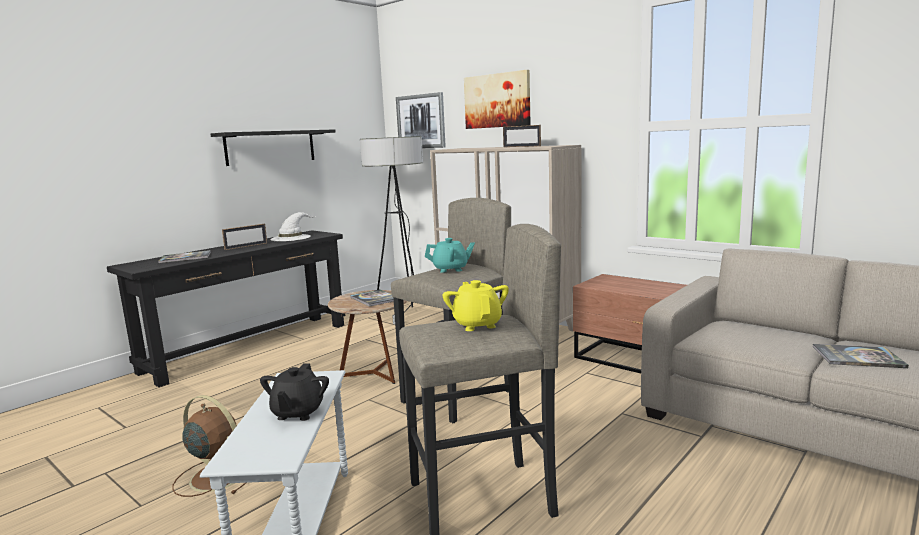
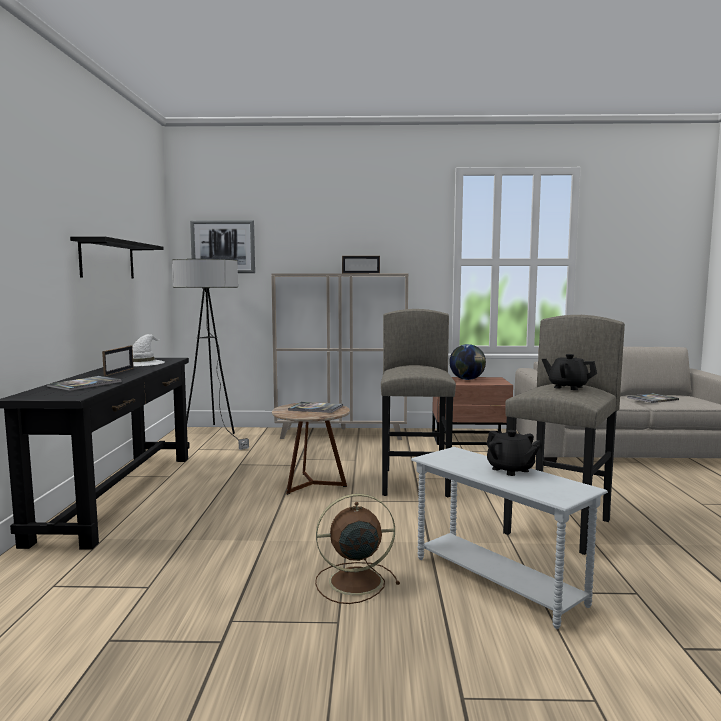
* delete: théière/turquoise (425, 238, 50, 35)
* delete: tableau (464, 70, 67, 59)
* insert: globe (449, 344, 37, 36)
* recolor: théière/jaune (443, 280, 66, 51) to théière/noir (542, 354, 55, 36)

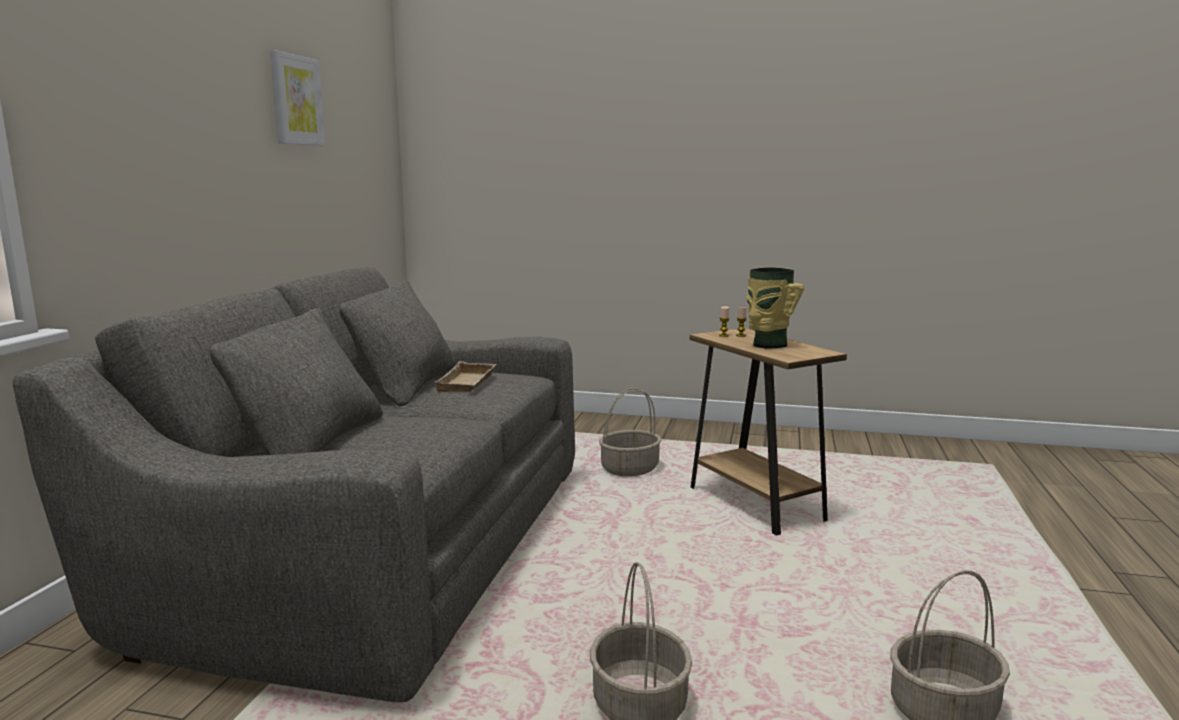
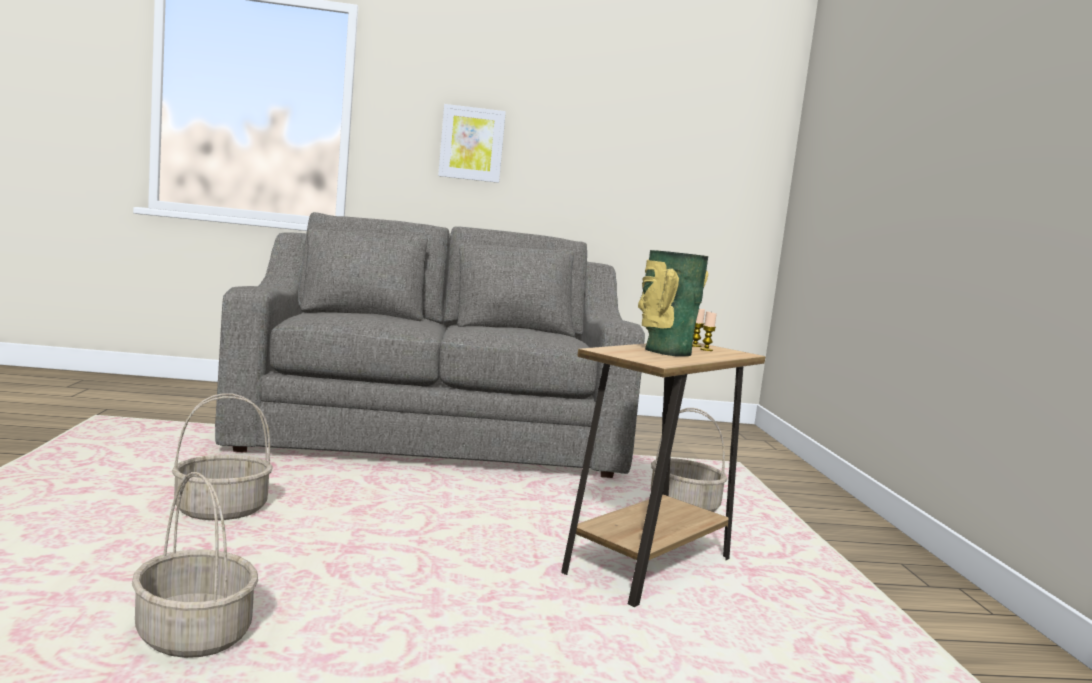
* delete: plateau/beige (435, 361, 61, 31)
* move: tableau (270, 50, 55, 95) to (438, 104, 68, 79)

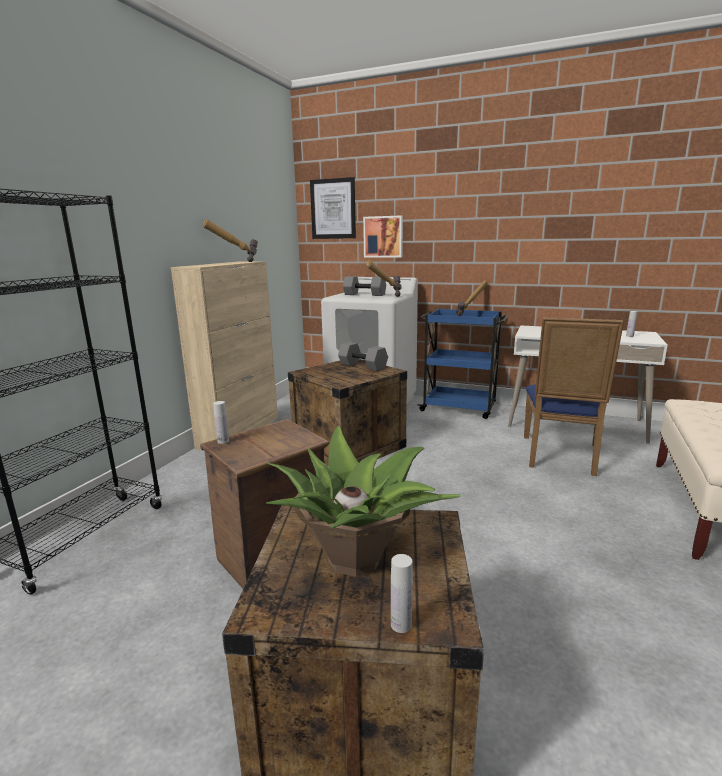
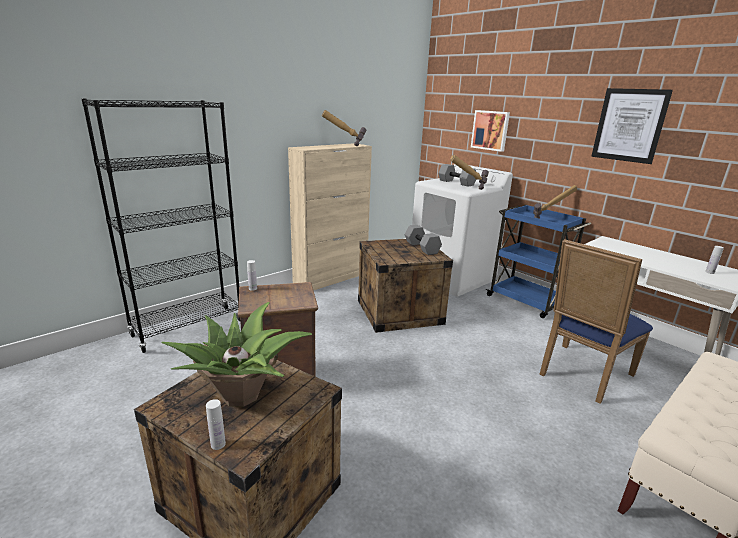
* move: tableau (310, 177, 46, 62) to (591, 88, 82, 76)

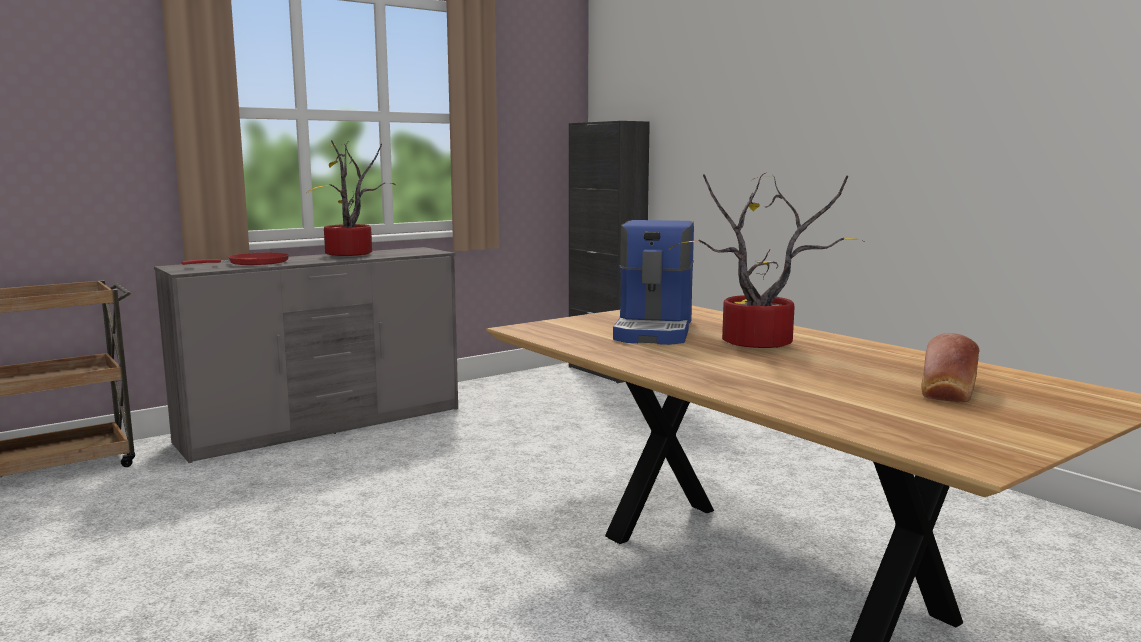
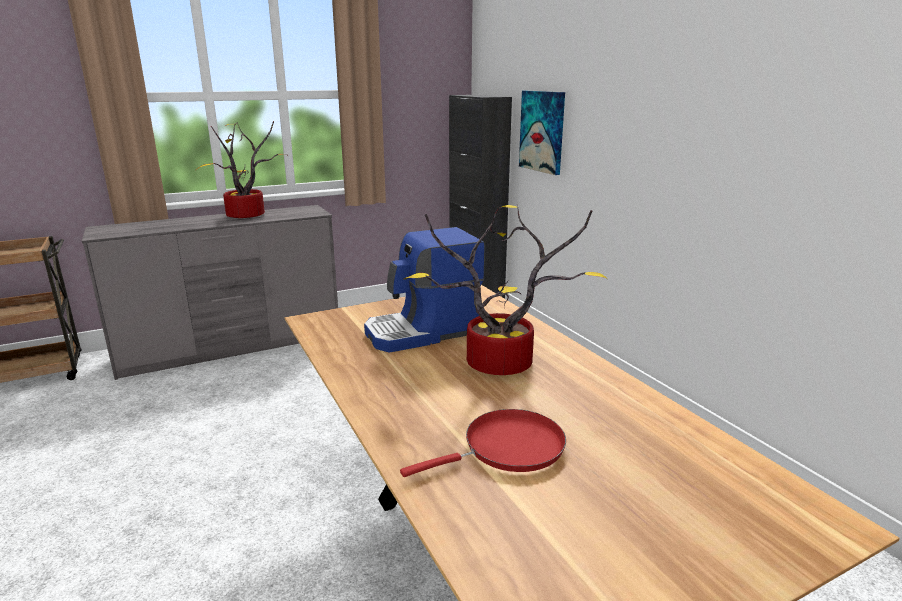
* delete: pain (922, 333, 58, 70)
* insert: tableau (519, 91, 46, 84)
* move: poêle/rouge (181, 252, 108, 13) to (400, 409, 166, 68)
* rotate: machine à café (613, 220, 81, 125) = (364, 227, 121, 126) 45 degrees clockwise

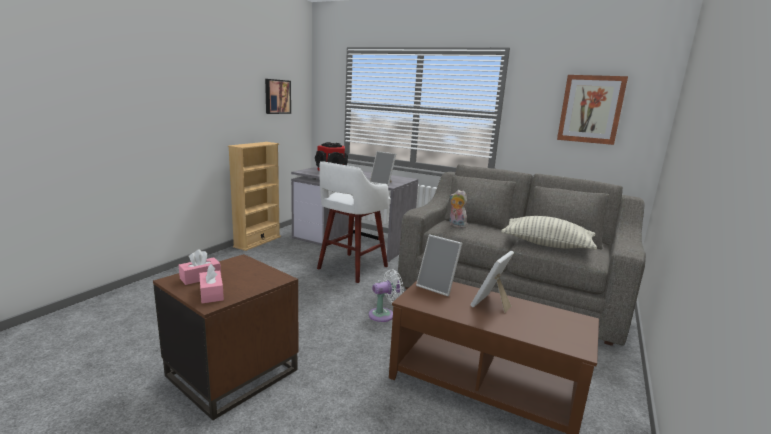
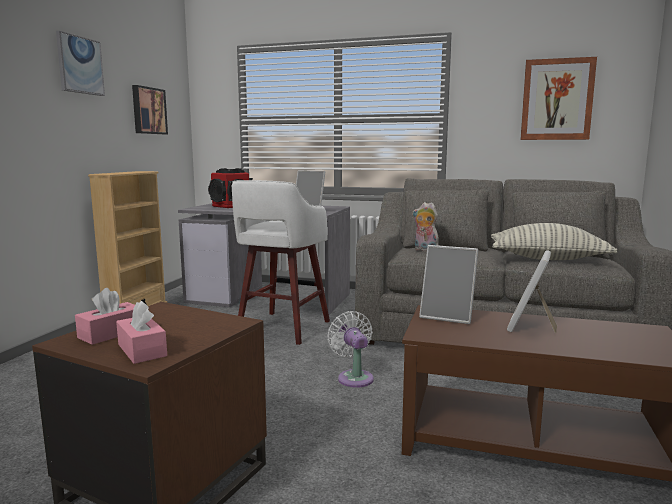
* insert: tableau (56, 31, 49, 65)
* rotate: ventilateur/blanc (369, 269, 35, 53) = (327, 311, 47, 77) 75 degrees counterclockwise

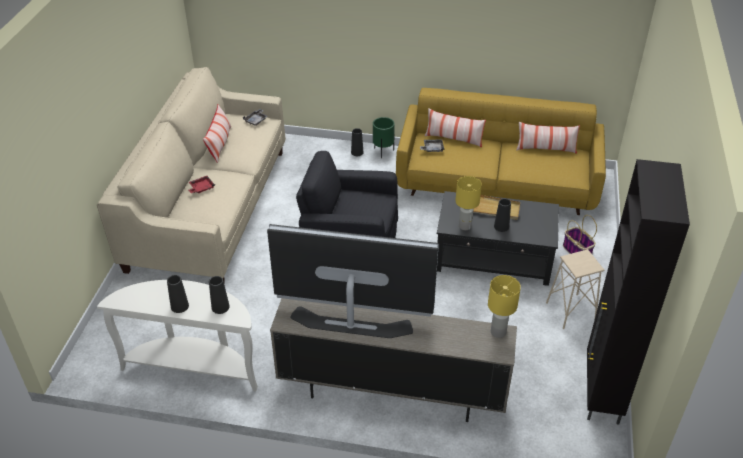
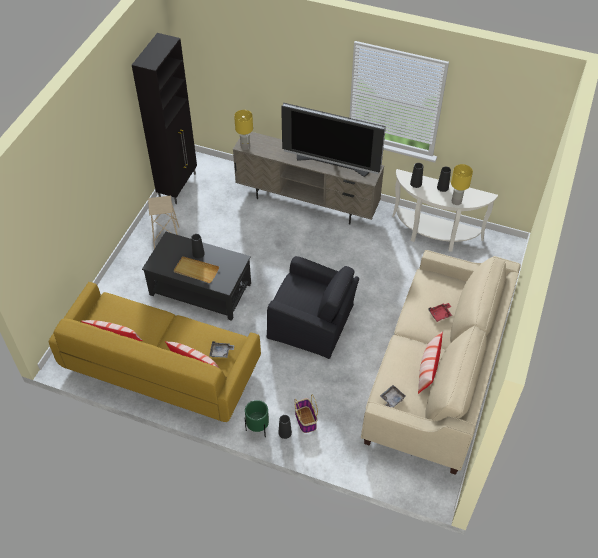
* move: lampe de table/jaune (456, 176, 26, 54) to (451, 164, 22, 41)
* move: panier (563, 215, 34, 39) to (295, 395, 23, 38)

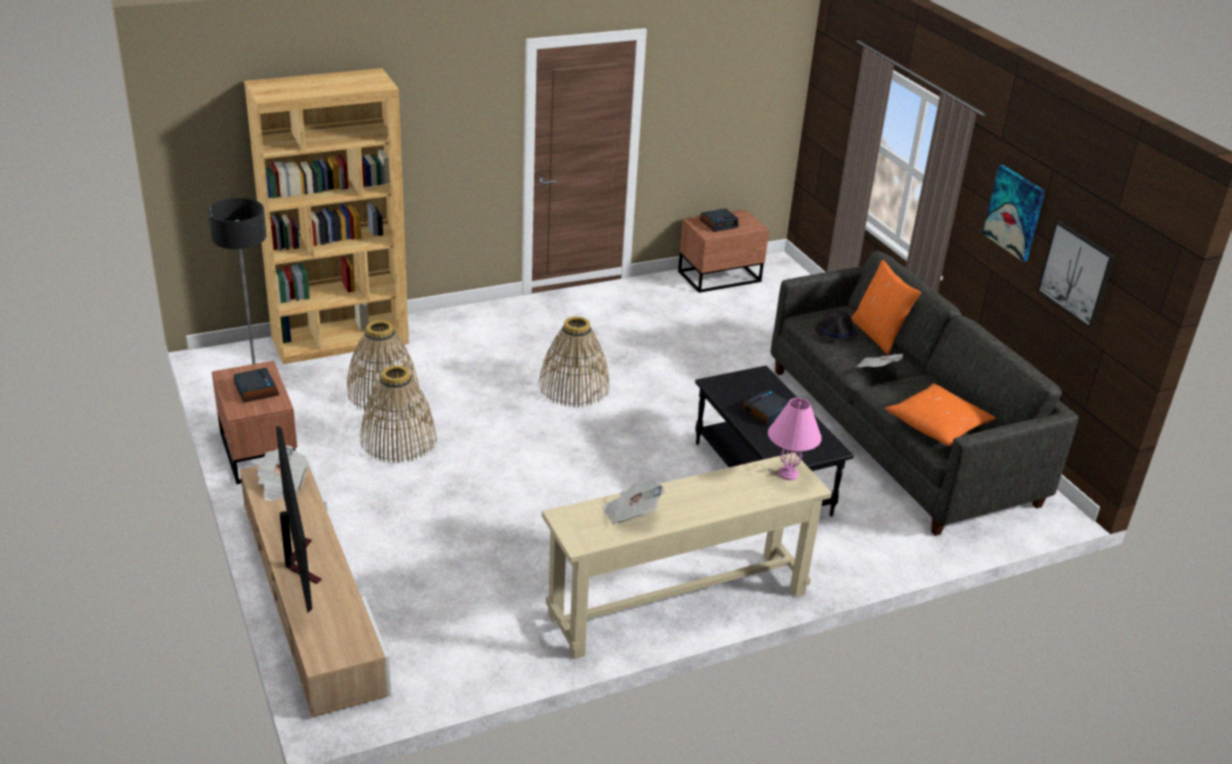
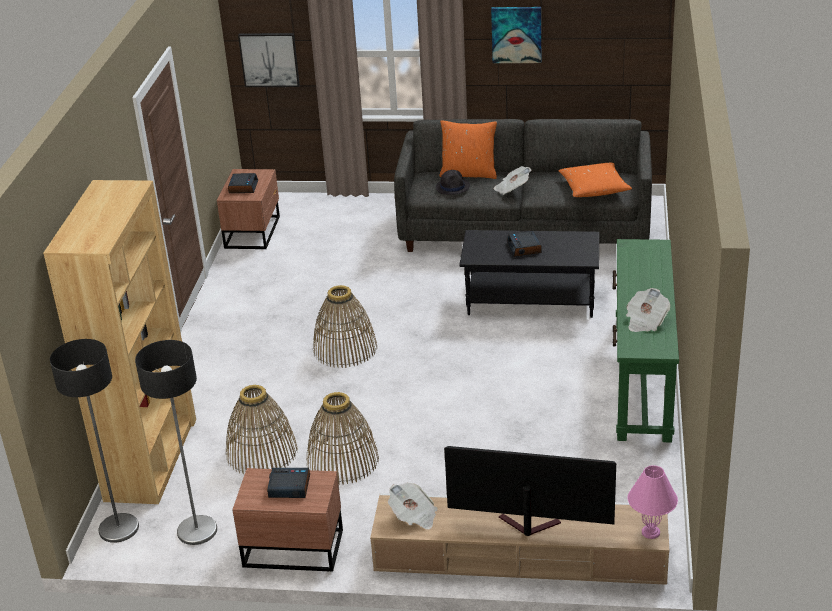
* insert: lampadaire (50, 339, 89, 204)
* move: lampe de table/rose (768, 398, 54, 82) to (628, 465, 50, 74)
* move: tableau (1037, 221, 79, 108) to (238, 33, 62, 54)
* recolor: table console/beige (542, 452, 290, 207) to table console/vert (613, 239, 66, 204)

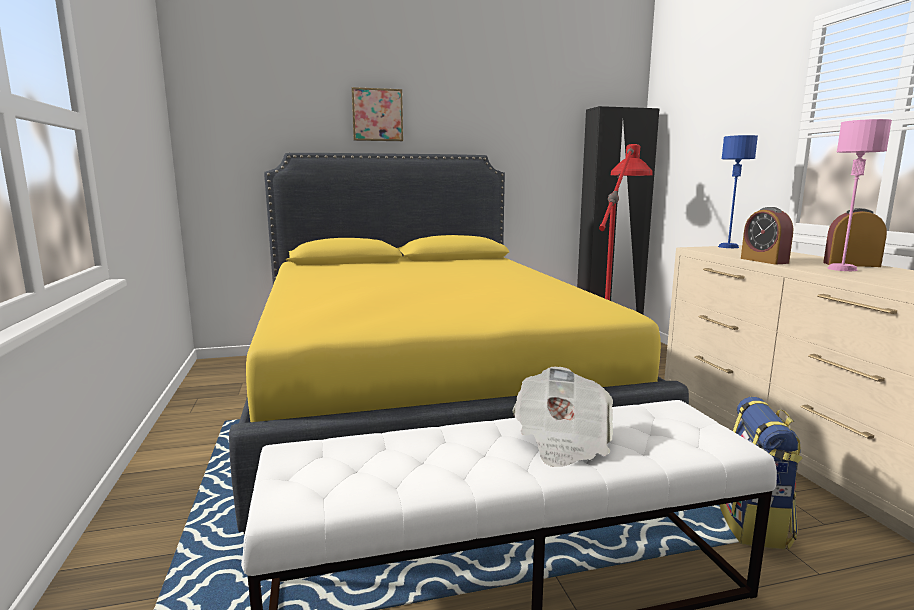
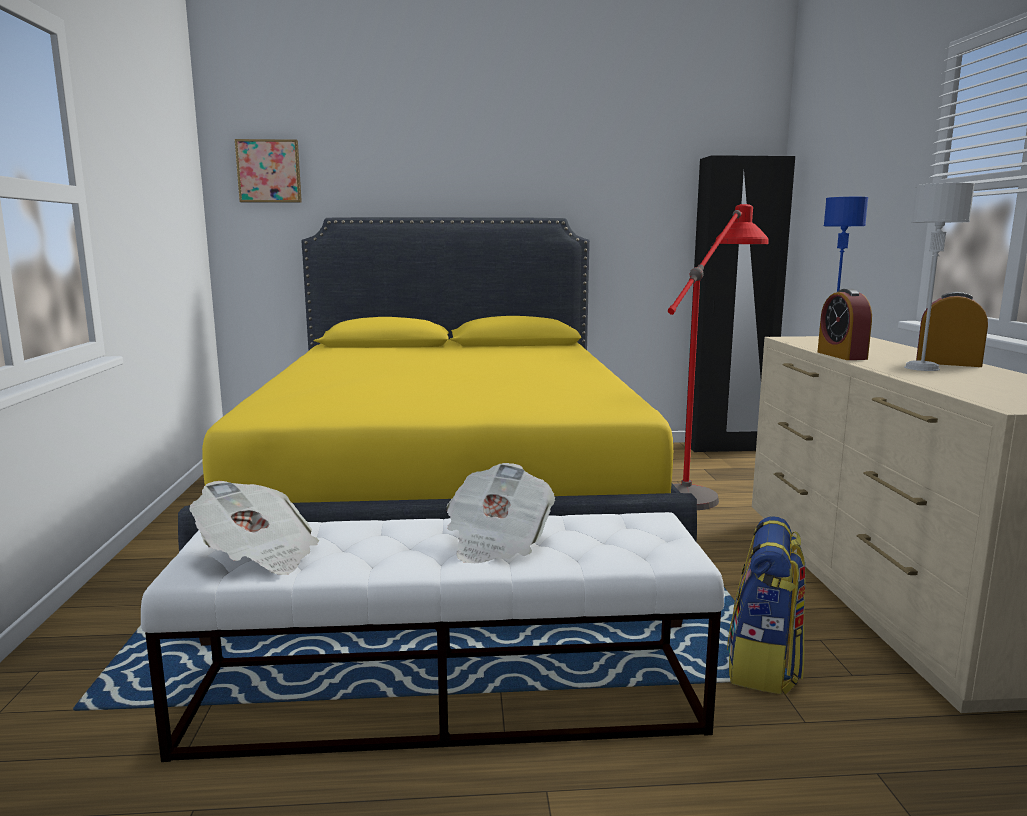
* insert: journal (190, 481, 129, 94)
* move: tableau (351, 87, 52, 54) to (235, 139, 67, 64)
* recolor: lampe de table/rose (827, 119, 65, 152) to lampe de table/gris (904, 183, 71, 188)

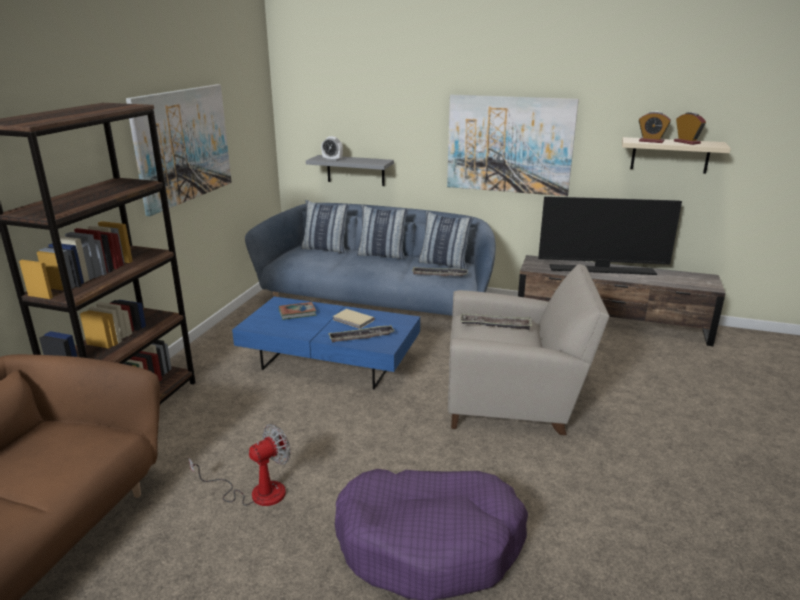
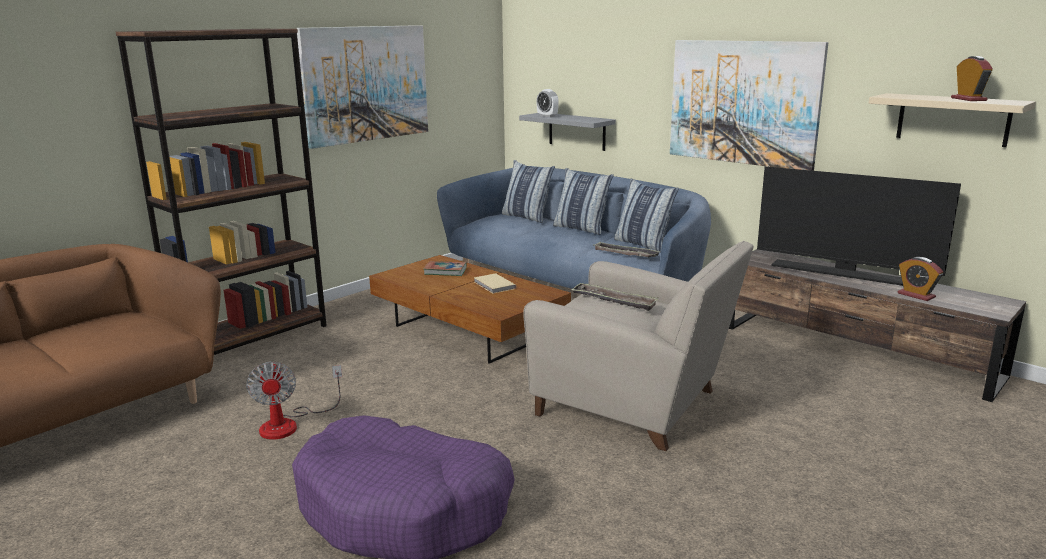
* delete: plateau (328, 325, 67, 17)
* move: réveil (639, 111, 32, 32) to (897, 257, 46, 44)
* recolor: table basse/bleu (232, 296, 188, 93) to table basse/marron (369, 255, 202, 109)
* rotate: ventilateur (189, 424, 102, 82) = (246, 362, 96, 78) 90 degrees clockwise

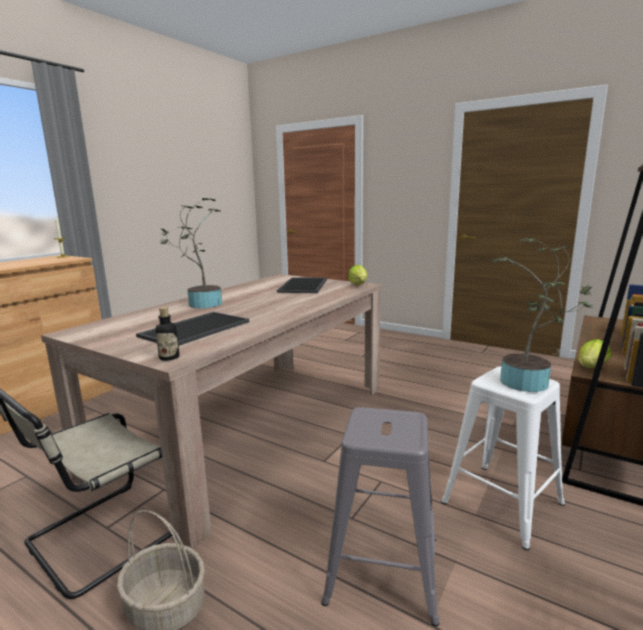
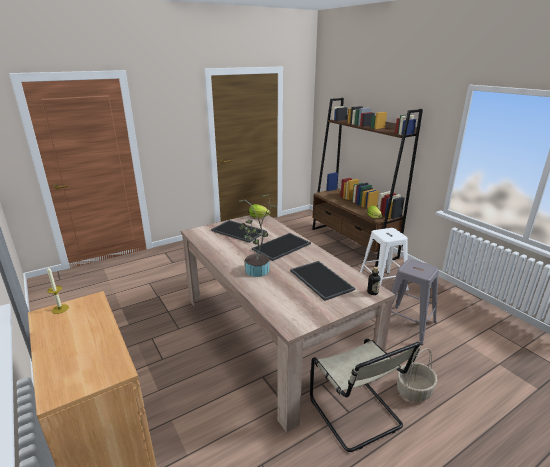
* delete: plante en pot (492, 238, 101, 154)
* insert: plateau (252, 233, 59, 28)

